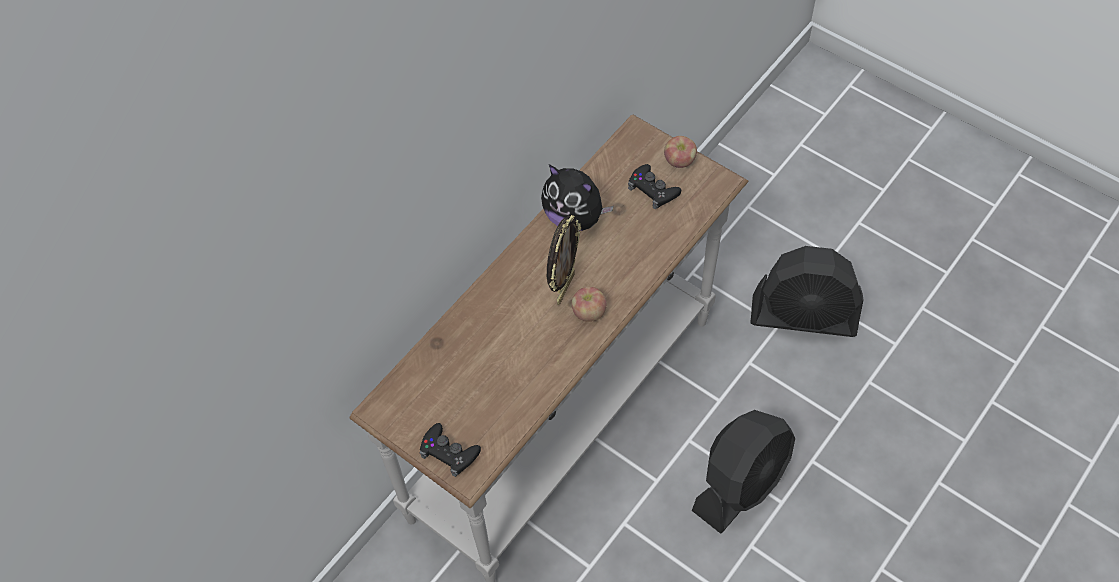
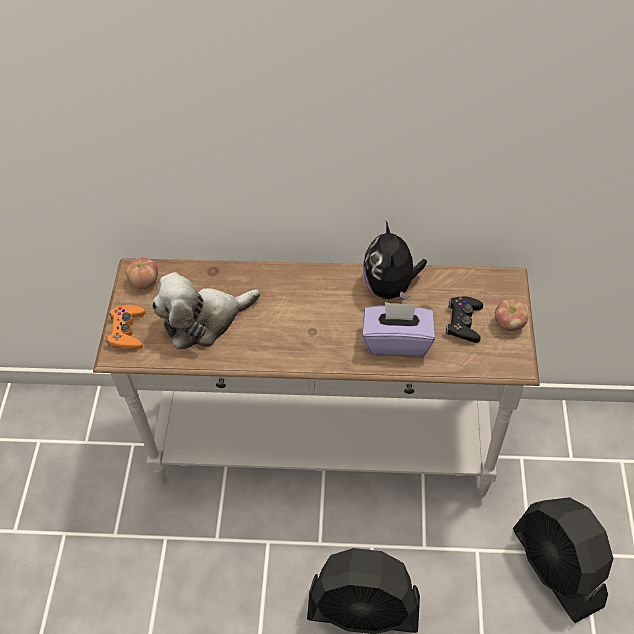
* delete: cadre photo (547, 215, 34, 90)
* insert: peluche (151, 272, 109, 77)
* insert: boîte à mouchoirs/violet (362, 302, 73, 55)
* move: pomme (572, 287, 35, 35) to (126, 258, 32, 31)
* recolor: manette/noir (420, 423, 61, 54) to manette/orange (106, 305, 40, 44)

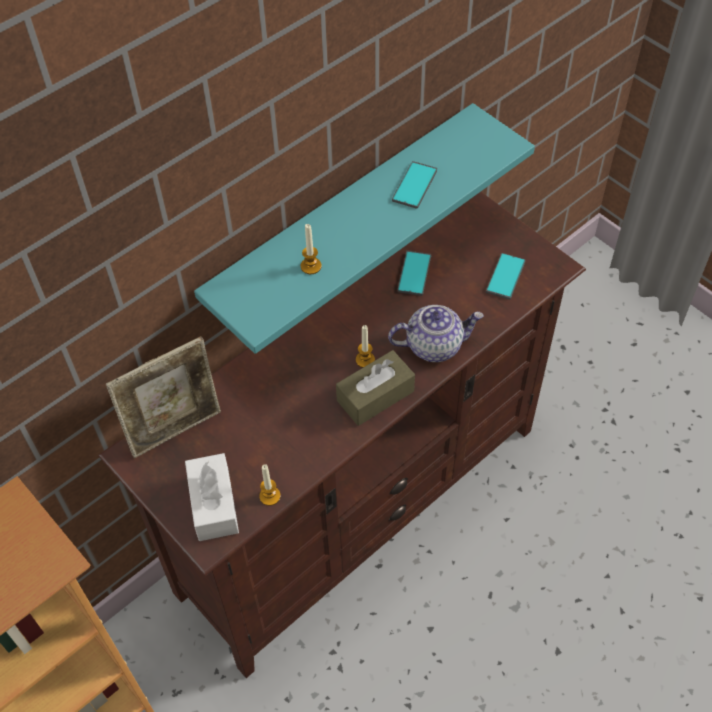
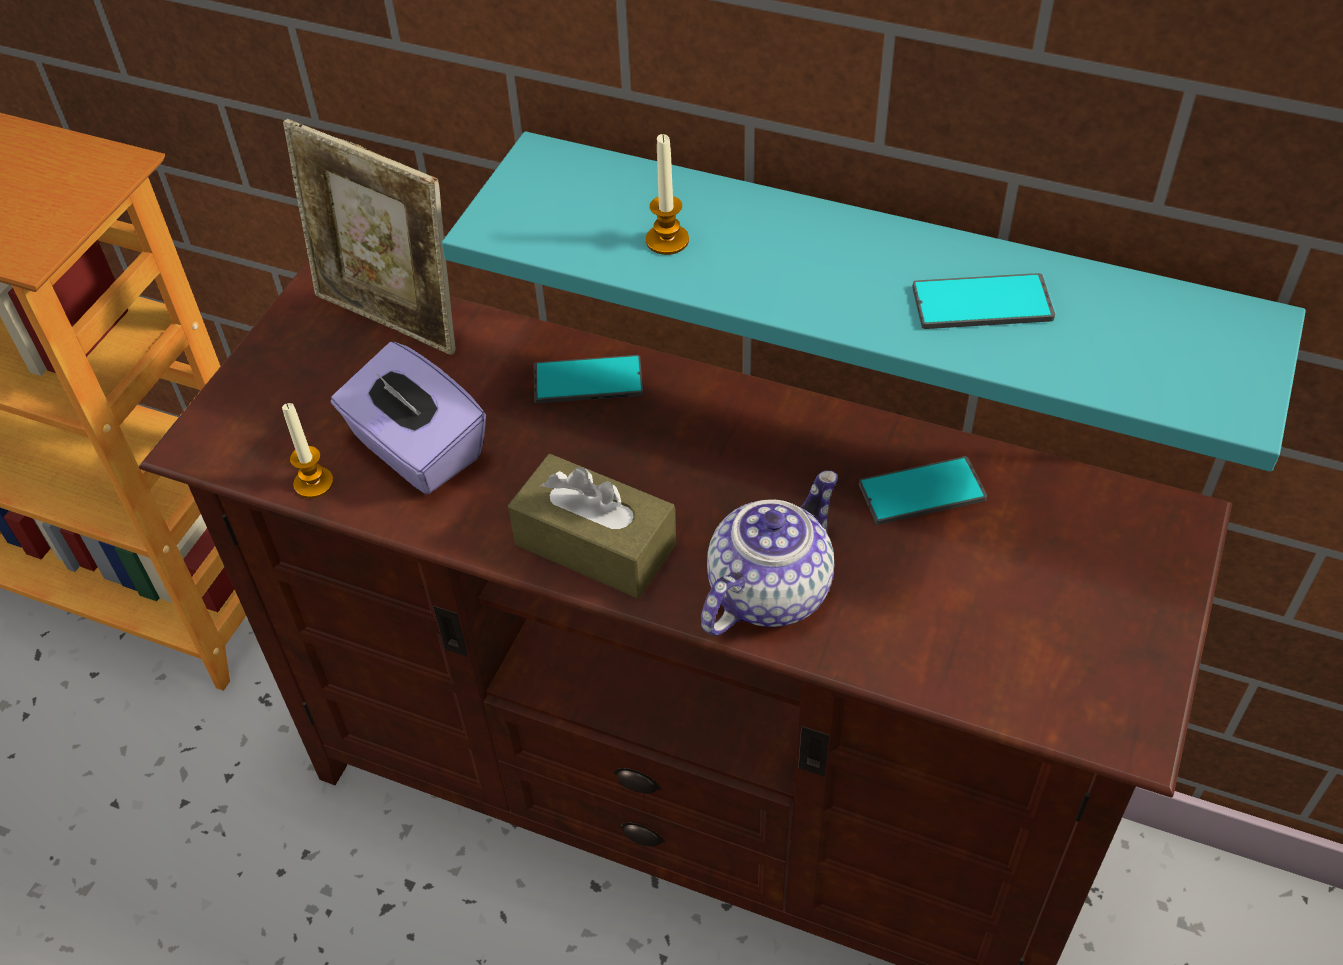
* delete: boîte à mouchoirs/blanc (185, 453, 54, 88)
* delete: bougie (356, 325, 19, 43)
* insert: boîte à mouchoirs/violet (331, 342, 155, 152)
* move: téléphone (486, 253, 40, 47) to (533, 355, 110, 49)
* rotate: théière (388, 305, 96, 57) = (701, 471, 137, 165) 105 degrees counterclockwise

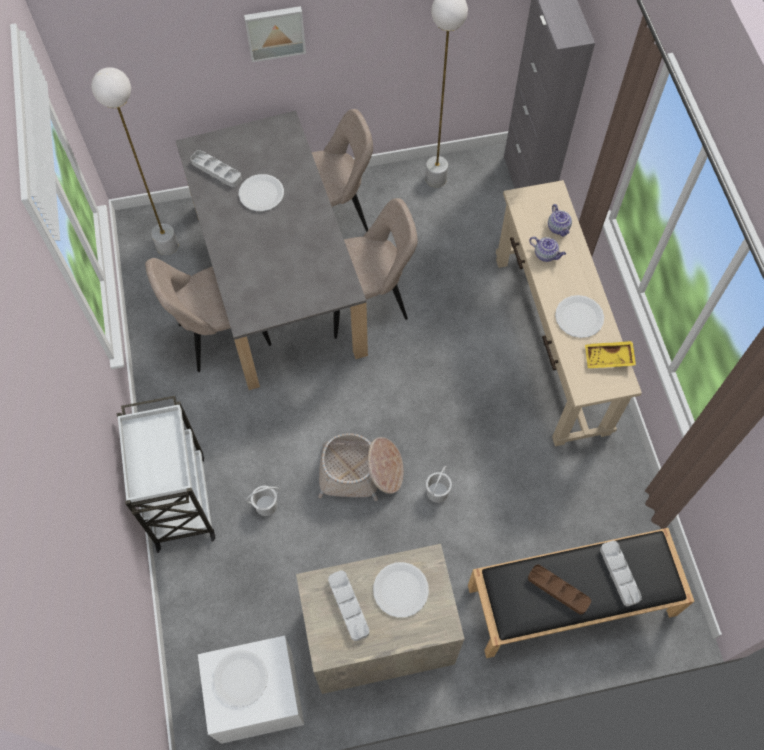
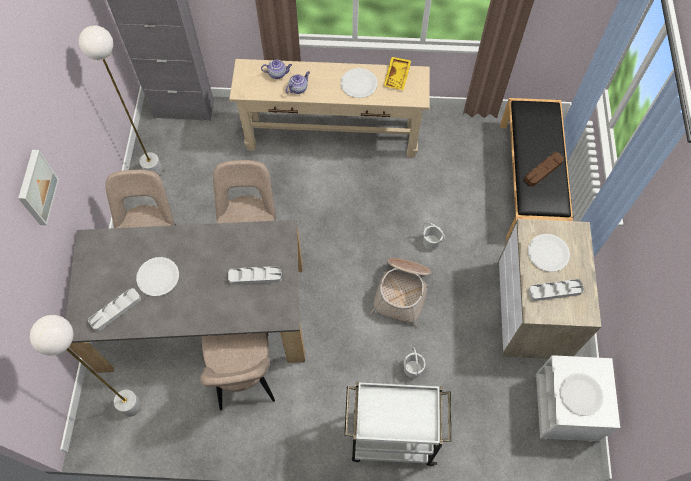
* move: plateau/gris (600, 541, 42, 65) to (228, 266, 54, 19)

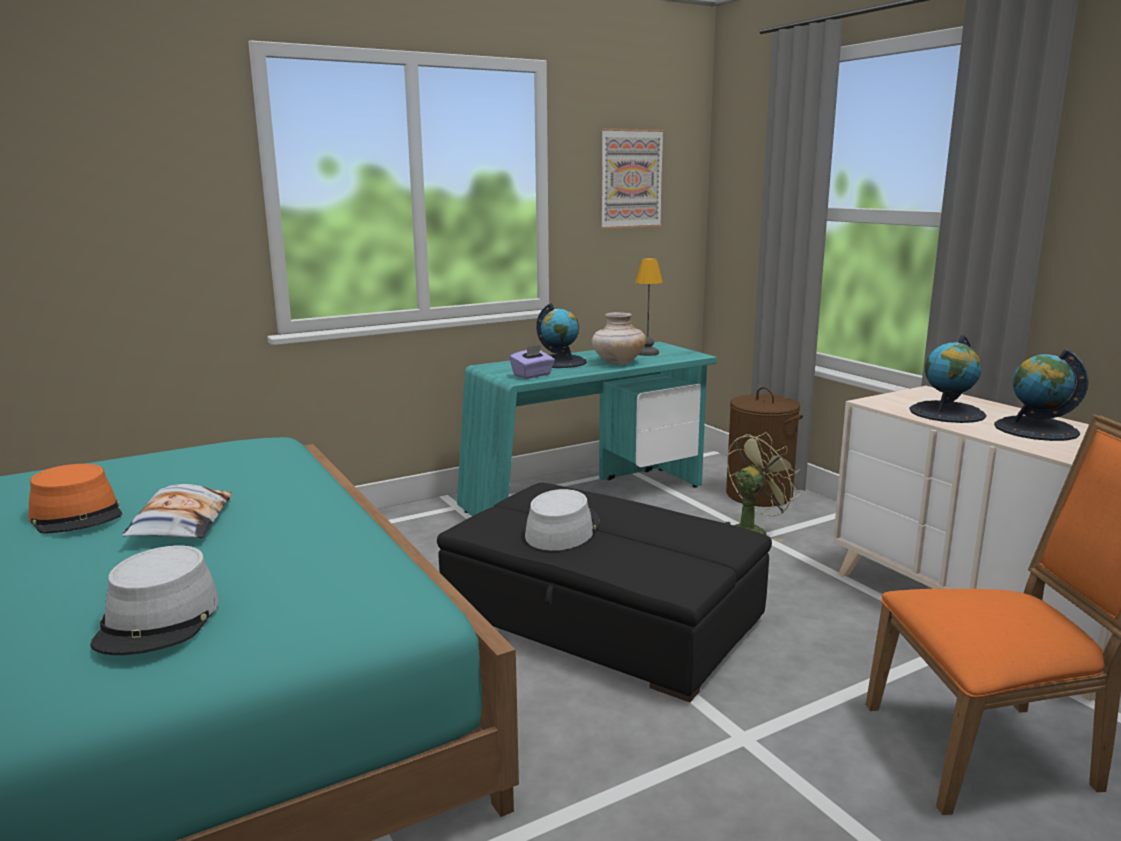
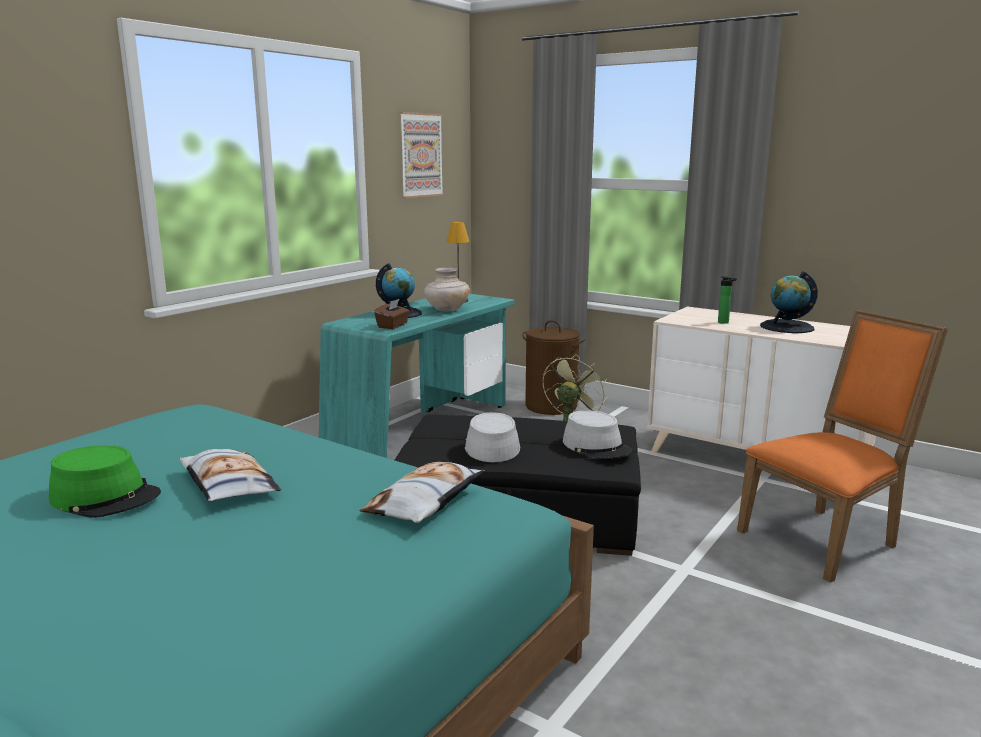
* insert: coussin (359, 462, 126, 61)
* move: chapeau/gris (90, 545, 129, 110) to (563, 410, 69, 49)
* replace: globe (909, 335, 77, 88) to bouteille (718, 276, 19, 48)
* recolor: chapeau/orange (28, 464, 95, 70) to chapeau/vert (49, 445, 112, 73)
* recolor: boîte à mouchoirs/violet (509, 345, 46, 34) to boîte à mouchoirs/marron (374, 299, 36, 30)

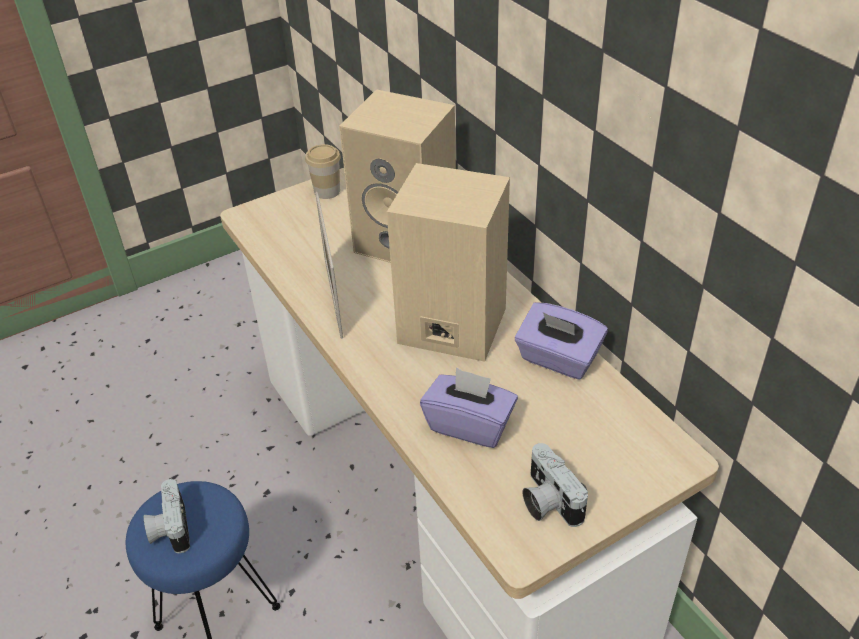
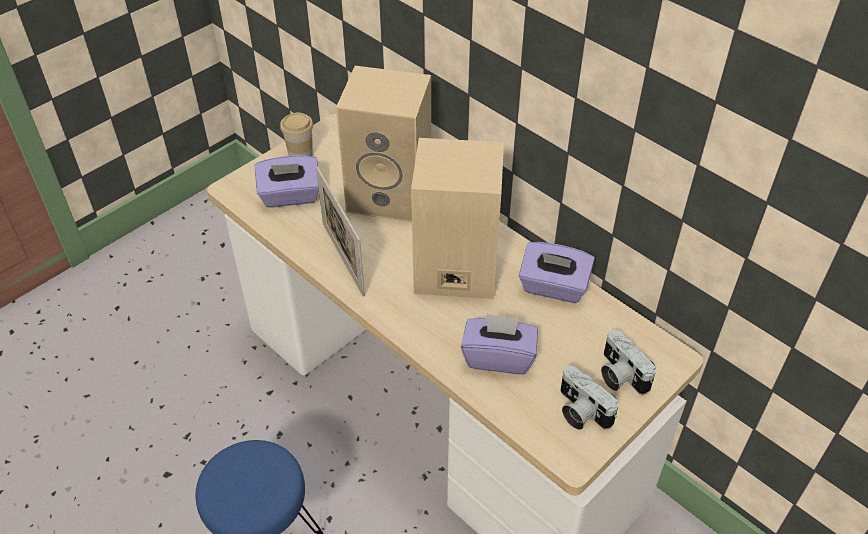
* insert: boîte à mouchoirs/violet (255, 155, 64, 53)
* move: appareil photo (144, 479, 46, 74) to (601, 330, 55, 65)

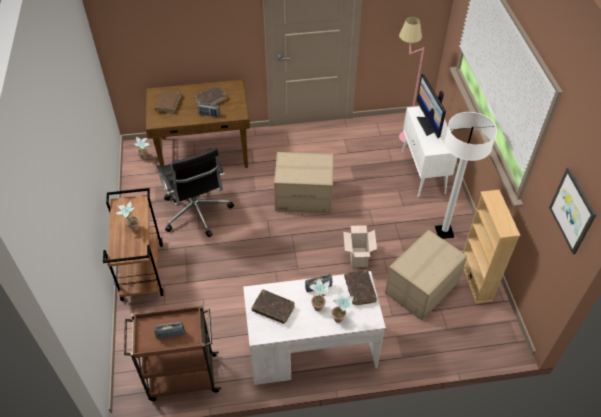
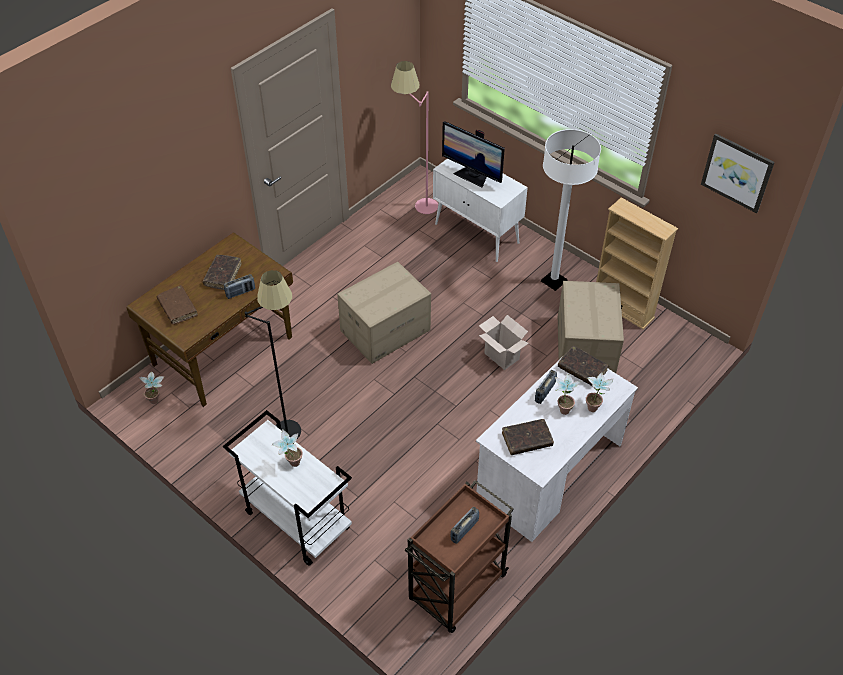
* replace: chaise de bureau/noir (157, 147, 77, 90) to lampadaire/noir (245, 270, 56, 169)
* recolor: chariot/marron (103, 188, 61, 113) to chariot/blanc (223, 410, 129, 156)

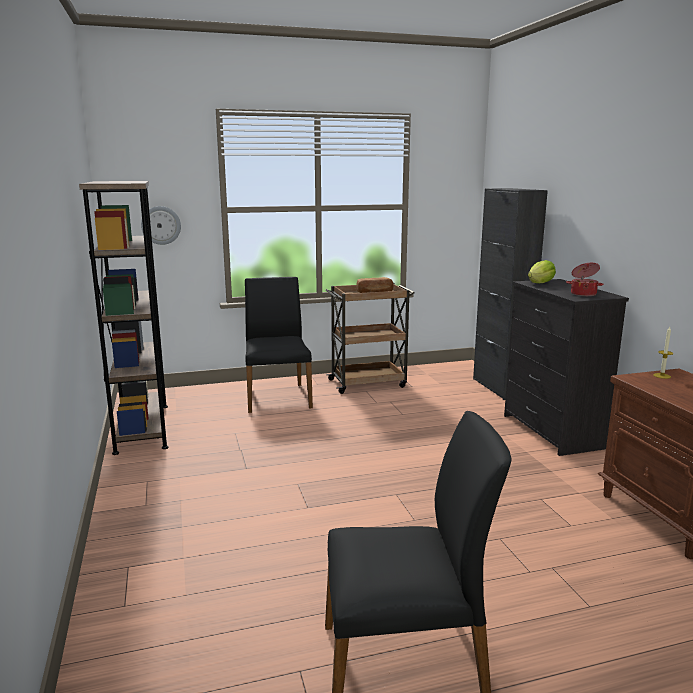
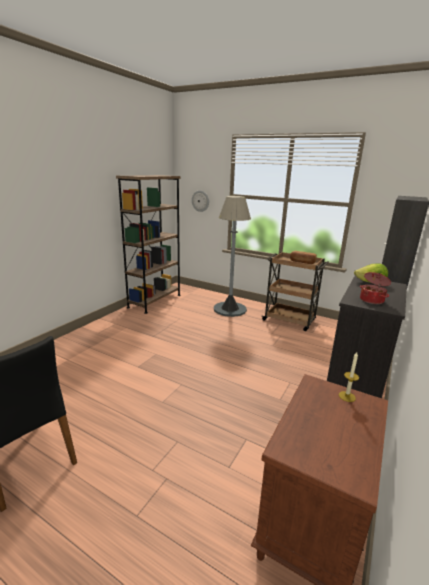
* replace: chaise/noir (245, 277, 68, 136) to lampadaire/gris (214, 196, 37, 121)

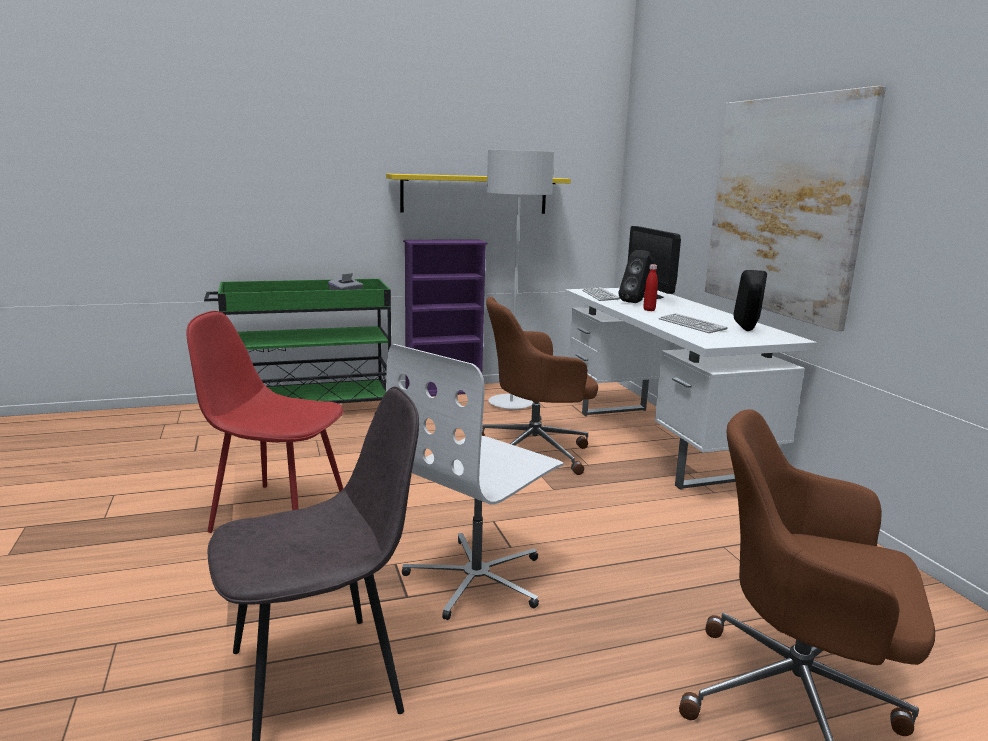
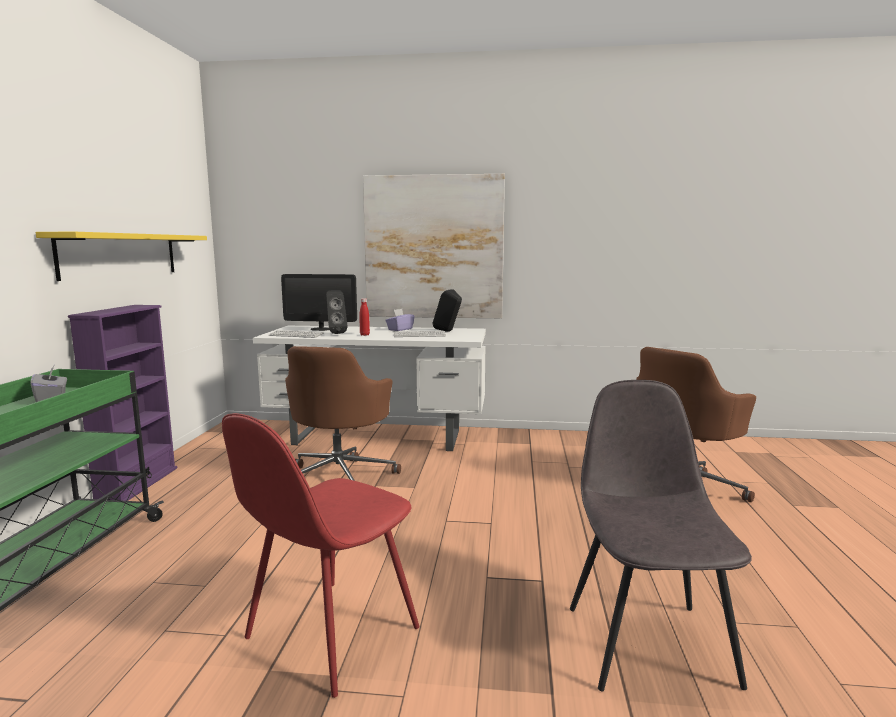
* delete: chaise de bureau/blanc (386, 344, 177, 276)
* delete: lampadaire/gris (487, 150, 67, 260)
* insert: boîte à mouchoirs/violet (385, 309, 30, 22)

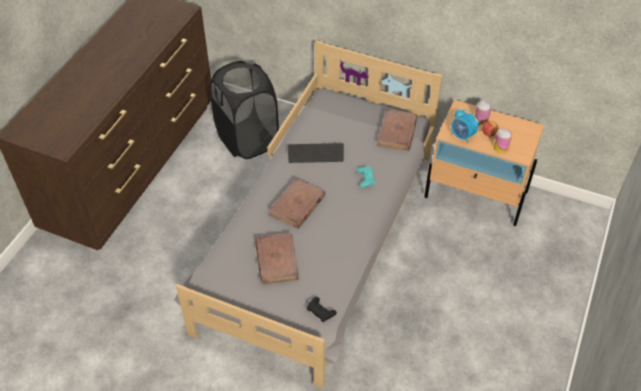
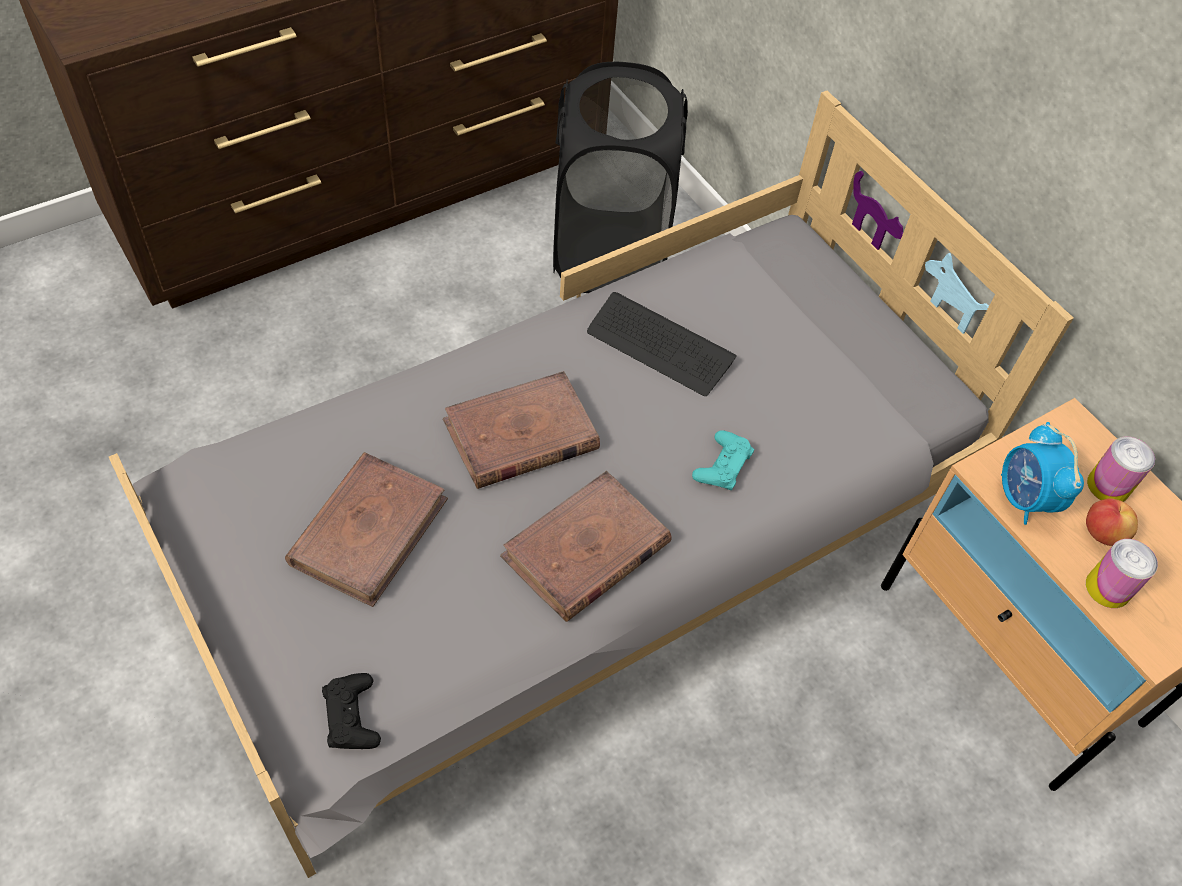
* move: livre/marron (377, 109, 41, 42) to (500, 471, 172, 151)

